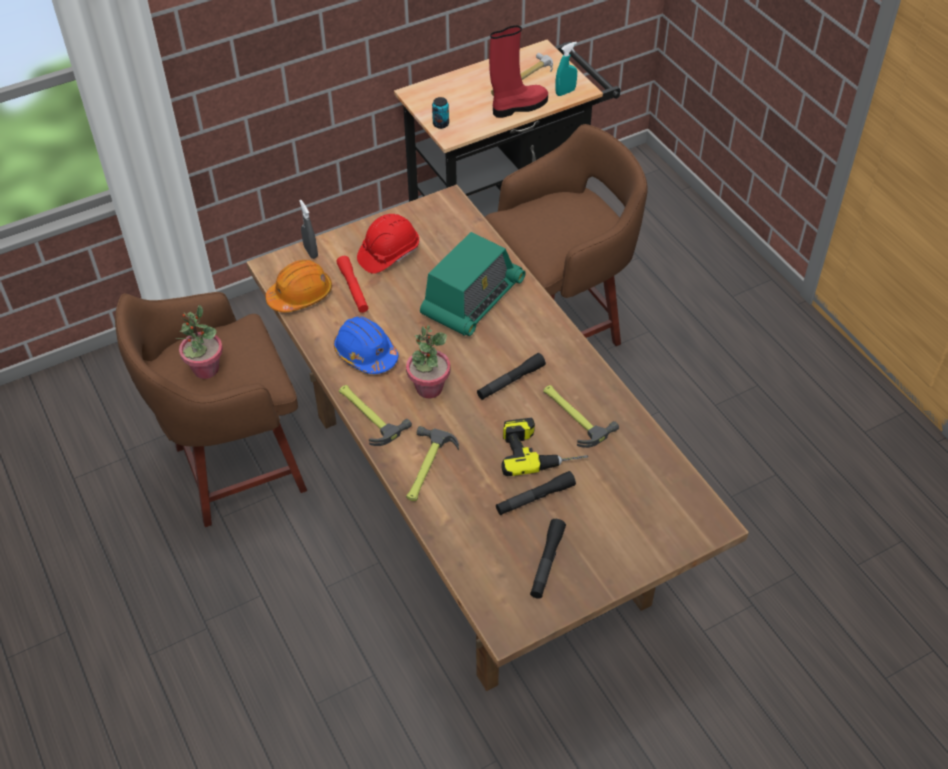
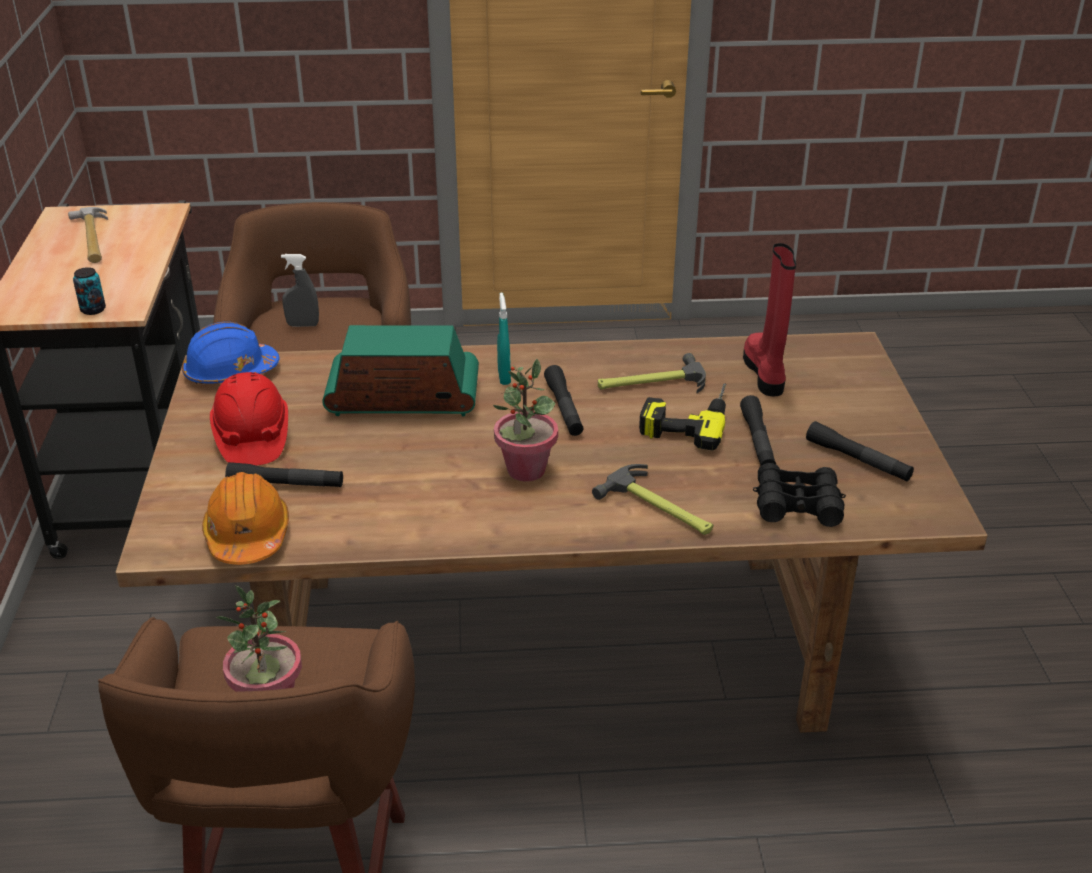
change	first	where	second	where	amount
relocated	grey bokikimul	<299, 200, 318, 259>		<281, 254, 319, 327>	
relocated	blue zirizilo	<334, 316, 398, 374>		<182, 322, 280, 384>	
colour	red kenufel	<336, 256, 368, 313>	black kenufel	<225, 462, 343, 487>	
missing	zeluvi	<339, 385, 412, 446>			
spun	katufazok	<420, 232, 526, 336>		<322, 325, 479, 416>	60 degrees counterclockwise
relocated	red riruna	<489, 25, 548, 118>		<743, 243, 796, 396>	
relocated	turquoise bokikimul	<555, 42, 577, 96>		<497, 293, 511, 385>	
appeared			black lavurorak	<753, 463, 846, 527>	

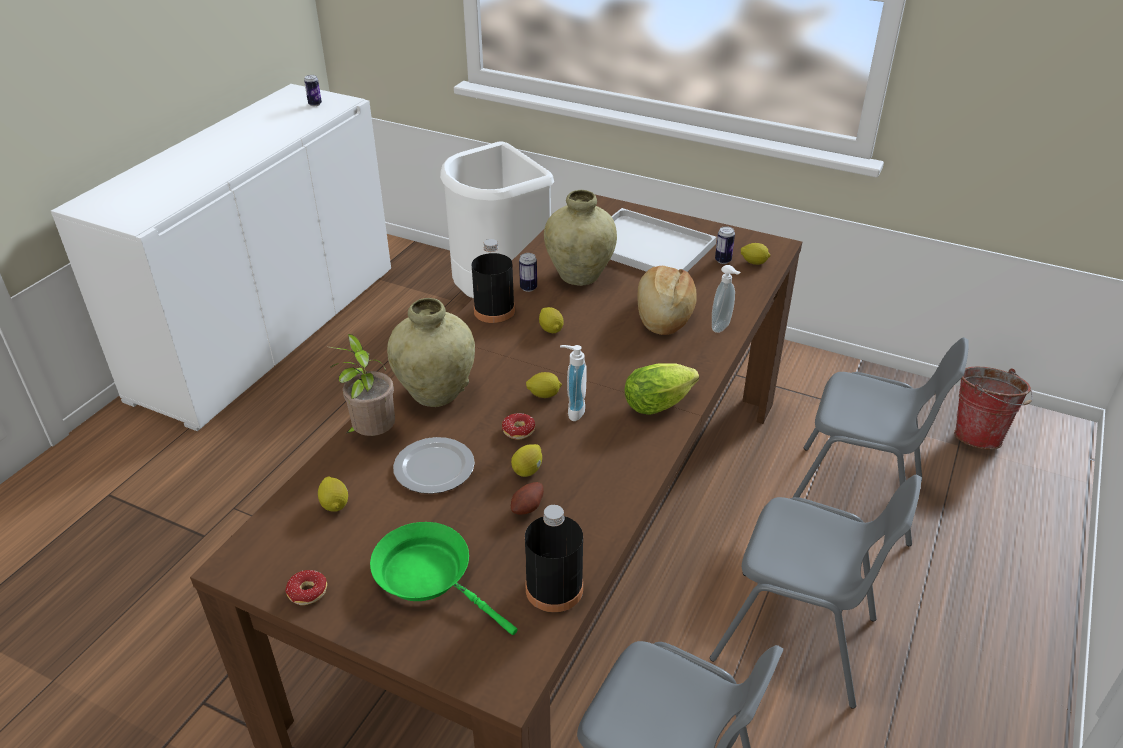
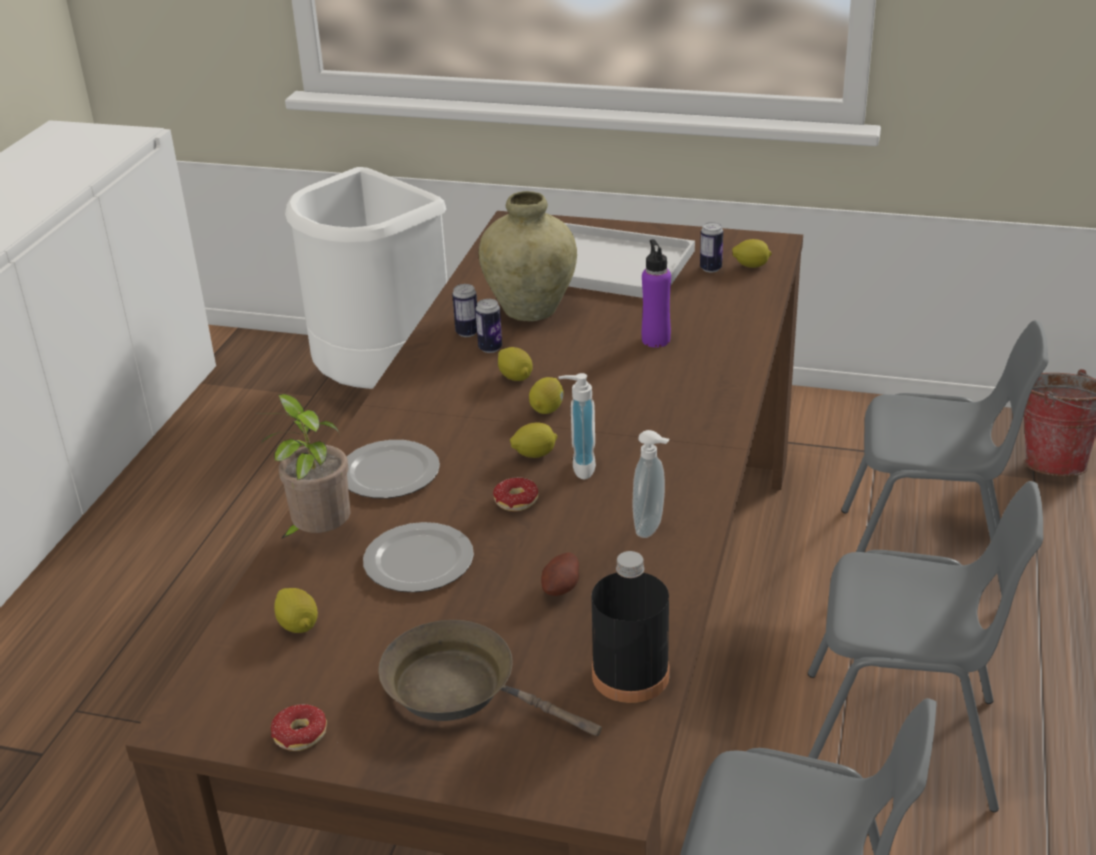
change	first	where	second	where	amount
relocated	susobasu	<304, 75, 322, 106>		<476, 299, 502, 353>	
colour	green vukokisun	<370, 522, 518, 635>	brown vukokisun	<378, 620, 602, 736>	
exchanged	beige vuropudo	<387, 298, 475, 407>	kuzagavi	<347, 440, 440, 498>	
missing	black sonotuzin	<472, 239, 515, 323>			
relocated	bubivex	<511, 444, 542, 477>		<529, 377, 564, 414>	
missing	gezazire	<625, 363, 699, 415>			
exchanged	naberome	<638, 266, 697, 335>	purple sonotuzin	<642, 239, 671, 348>	
relocated	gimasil	<712, 265, 740, 333>		<633, 430, 670, 538>	

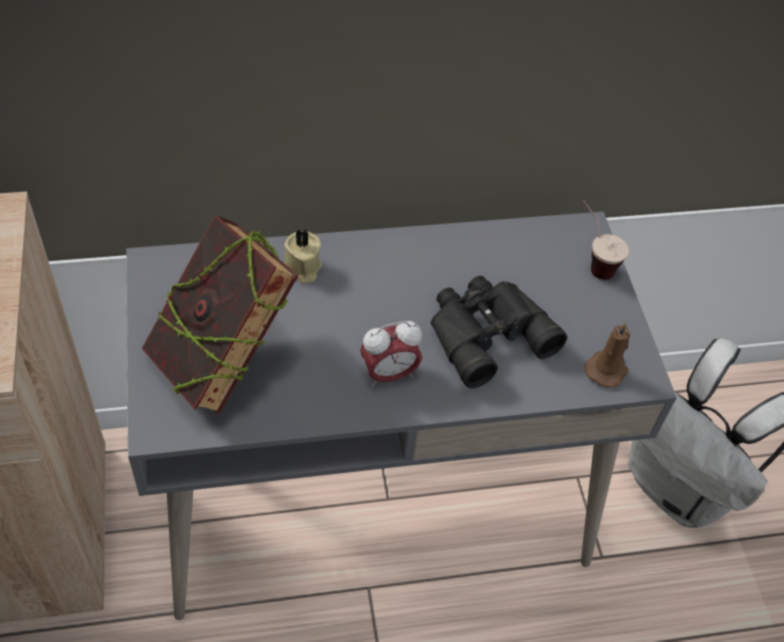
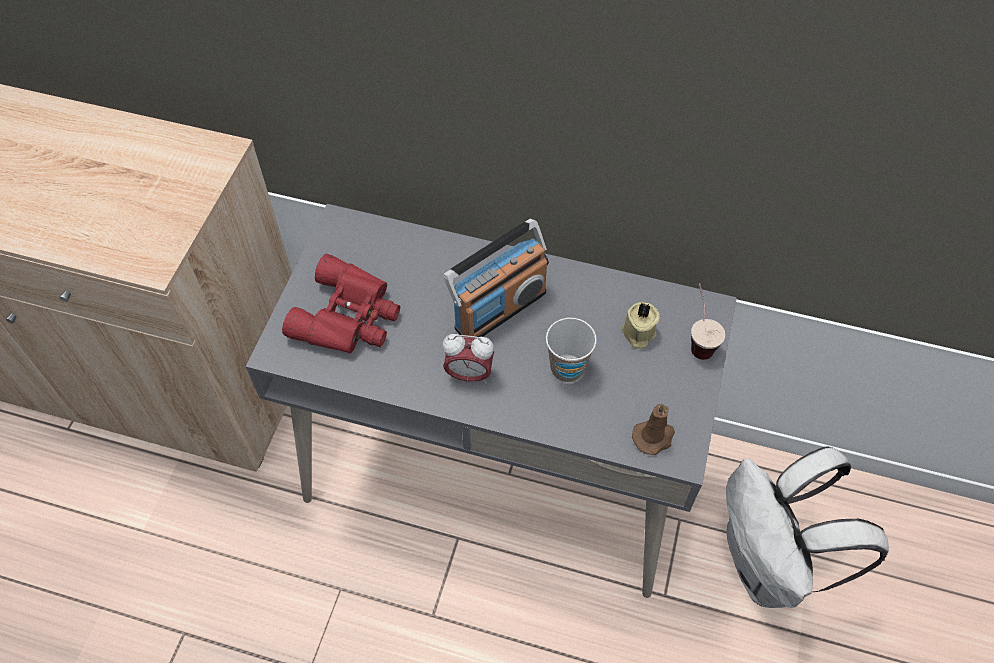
change	first	where	second	where	amount
exchanged	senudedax	<142, 215, 299, 414>	red lavurorak	<282, 254, 400, 353>	
relocated	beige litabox	<284, 229, 322, 284>		<621, 302, 660, 349>	
exchanged	black lavurorak	<431, 276, 567, 388>	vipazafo	<546, 318, 597, 382>	
appeared			katufazok	<444, 219, 549, 337>	

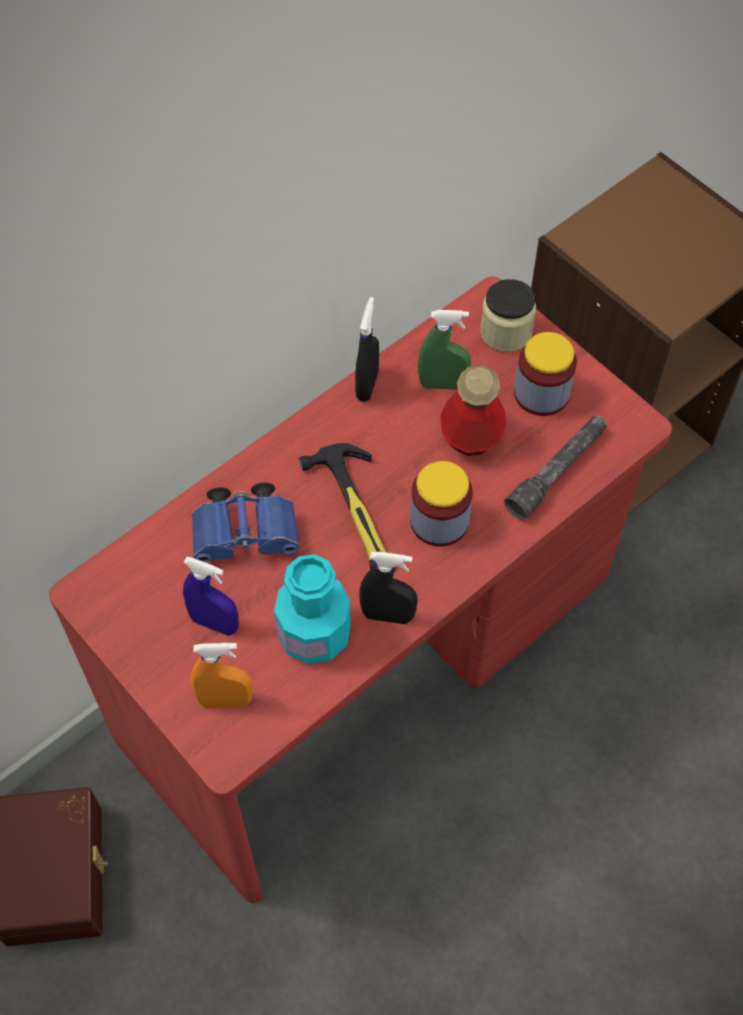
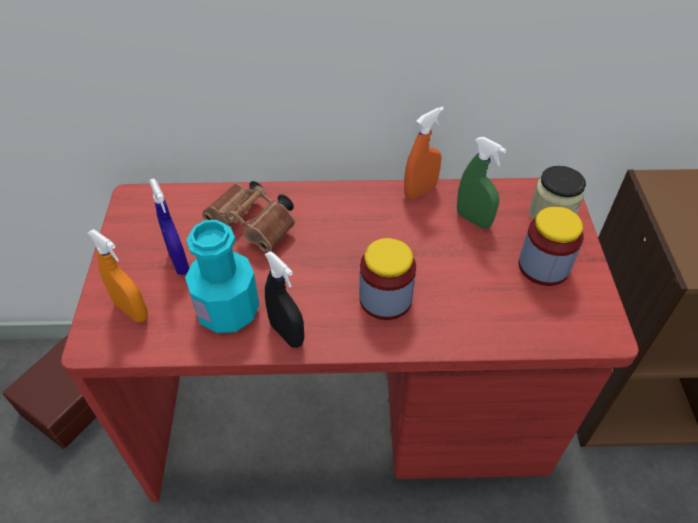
change	first	where	second	where	amount
colour	blue lavurorak	<192, 482, 300, 563>	brown lavurorak	<202, 181, 295, 252>	
missing	zeluvi	<299, 443, 387, 569>			
colour	black bokikimul	<355, 297, 379, 402>	orange bokikimul	<404, 107, 444, 199>	
missing	sonotuzin	<440, 365, 506, 456>			
missing	grey kenufel	<504, 415, 607, 520>			

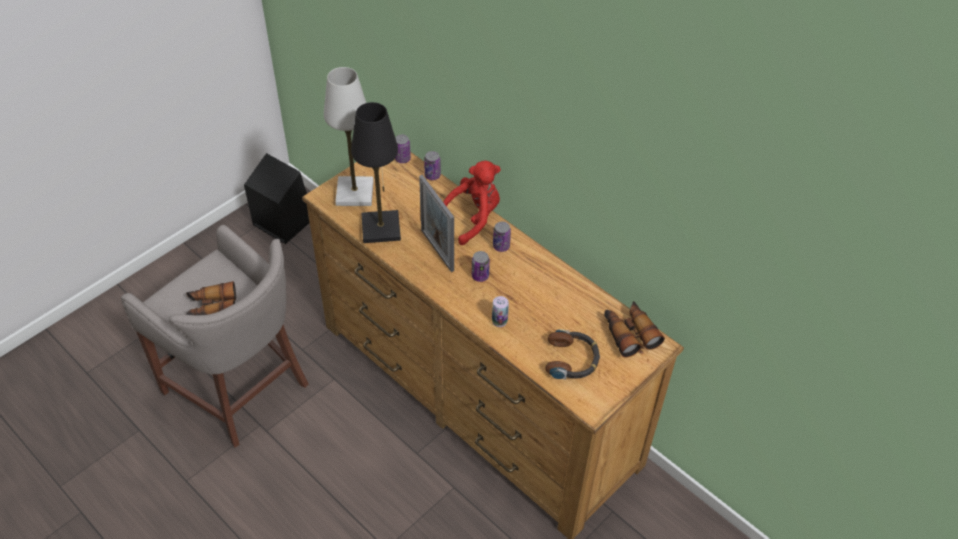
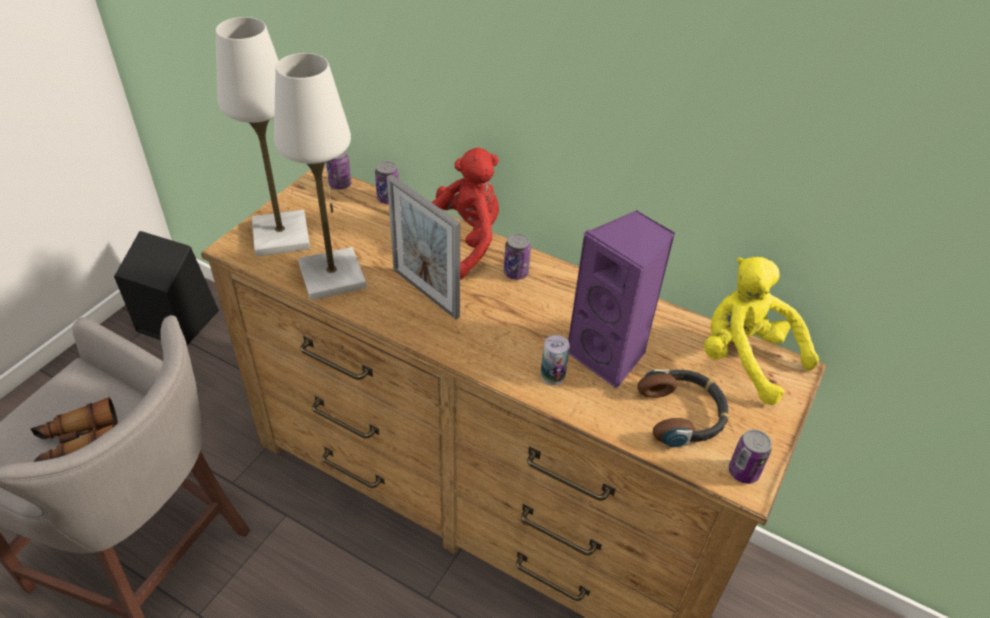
change	first	where	second	where	amount
colour	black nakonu	<351, 102, 401, 243>	white nakonu	<274, 53, 367, 301>	
relocated	susobasu	<472, 251, 490, 282>		<729, 429, 772, 484>	
exchanged	lavurorak	<604, 301, 665, 357>	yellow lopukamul	<704, 257, 819, 405>	
appeared			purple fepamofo	<568, 210, 675, 389>	

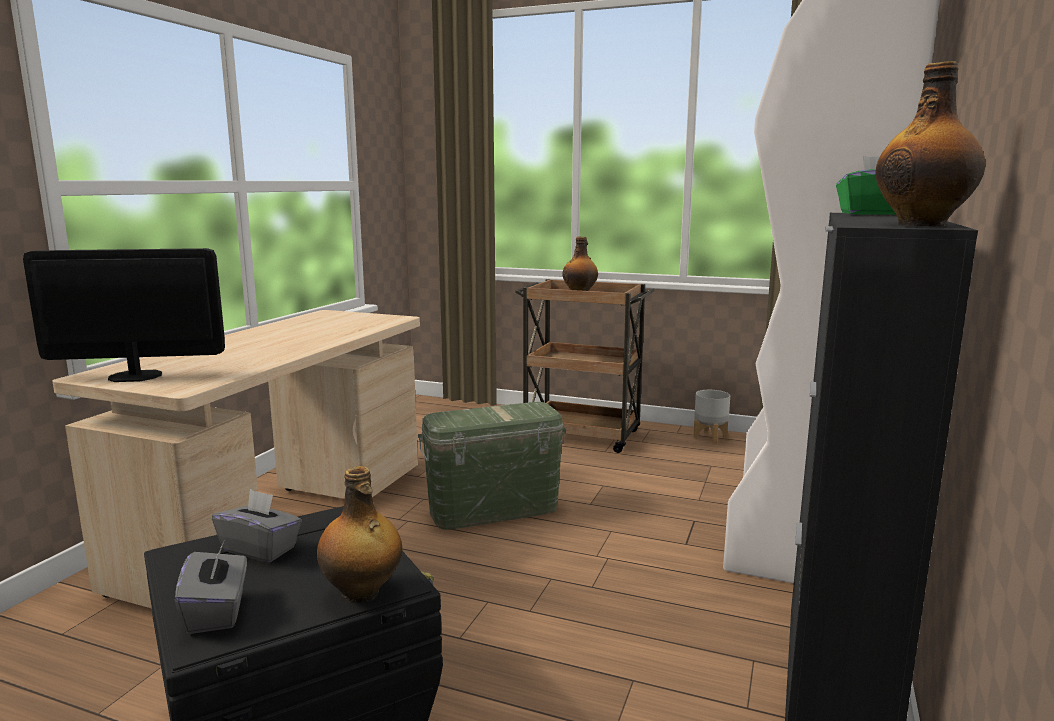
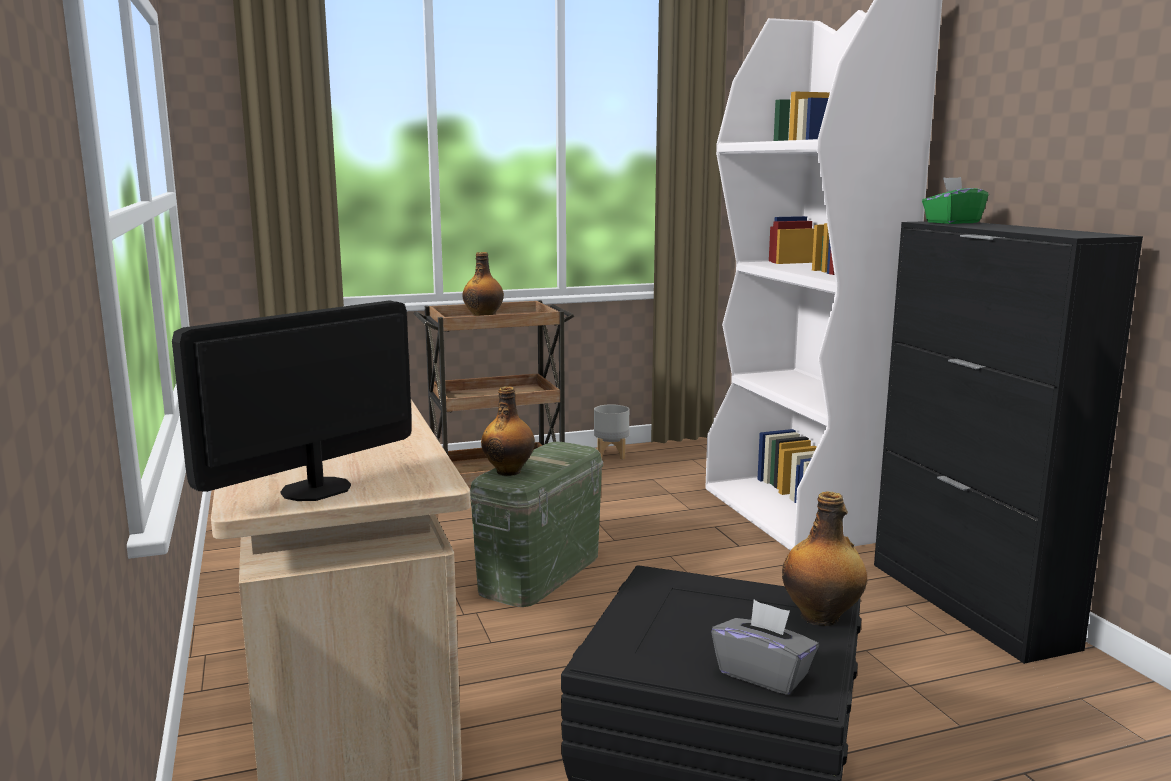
change	first	where	second	where	amount
missing	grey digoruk	<212, 489, 302, 562>			
relocated	sonotuzin	<875, 61, 985, 226>		<481, 386, 535, 476>	

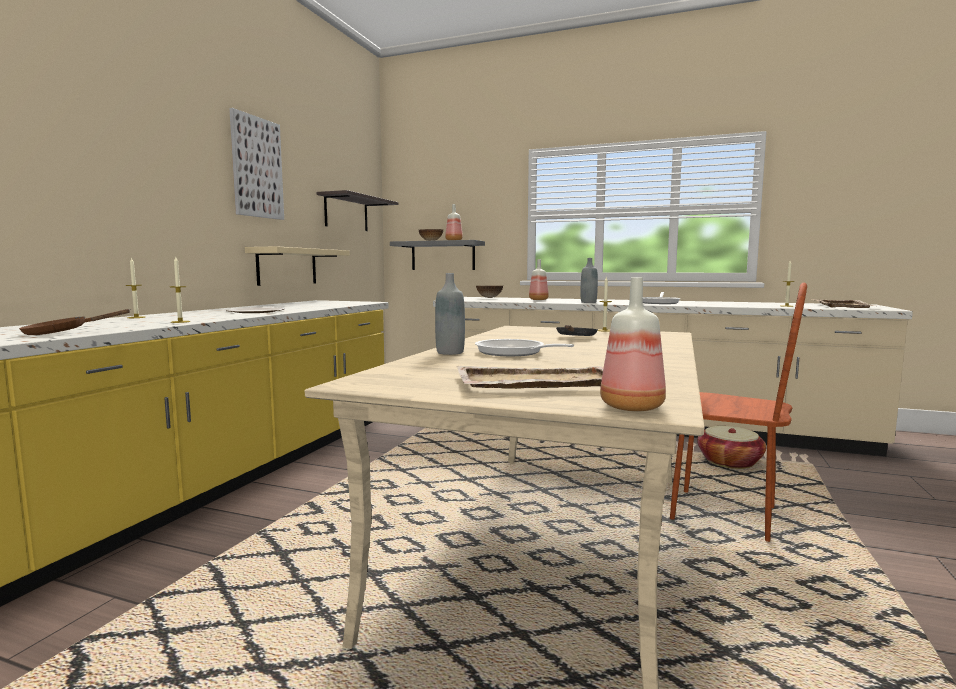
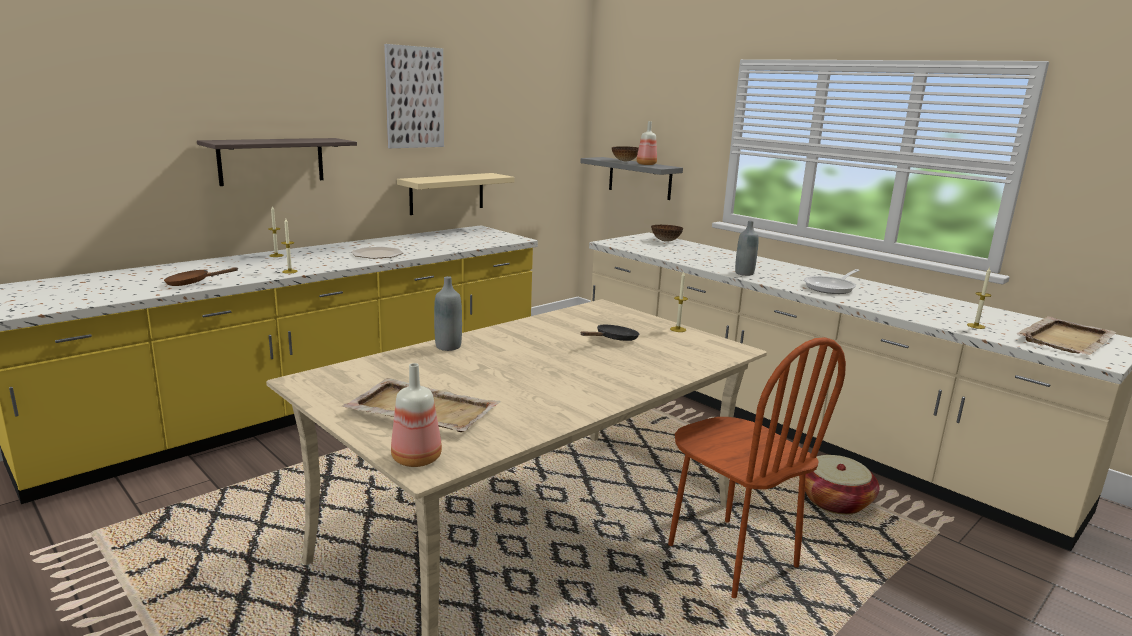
change	first	where	second	where	amount
relocated	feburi	<316, 190, 399, 231>		<197, 138, 357, 186>	
missing	vukokisun	<475, 339, 574, 356>			
missing	sonotuzin	<529, 259, 549, 300>			

